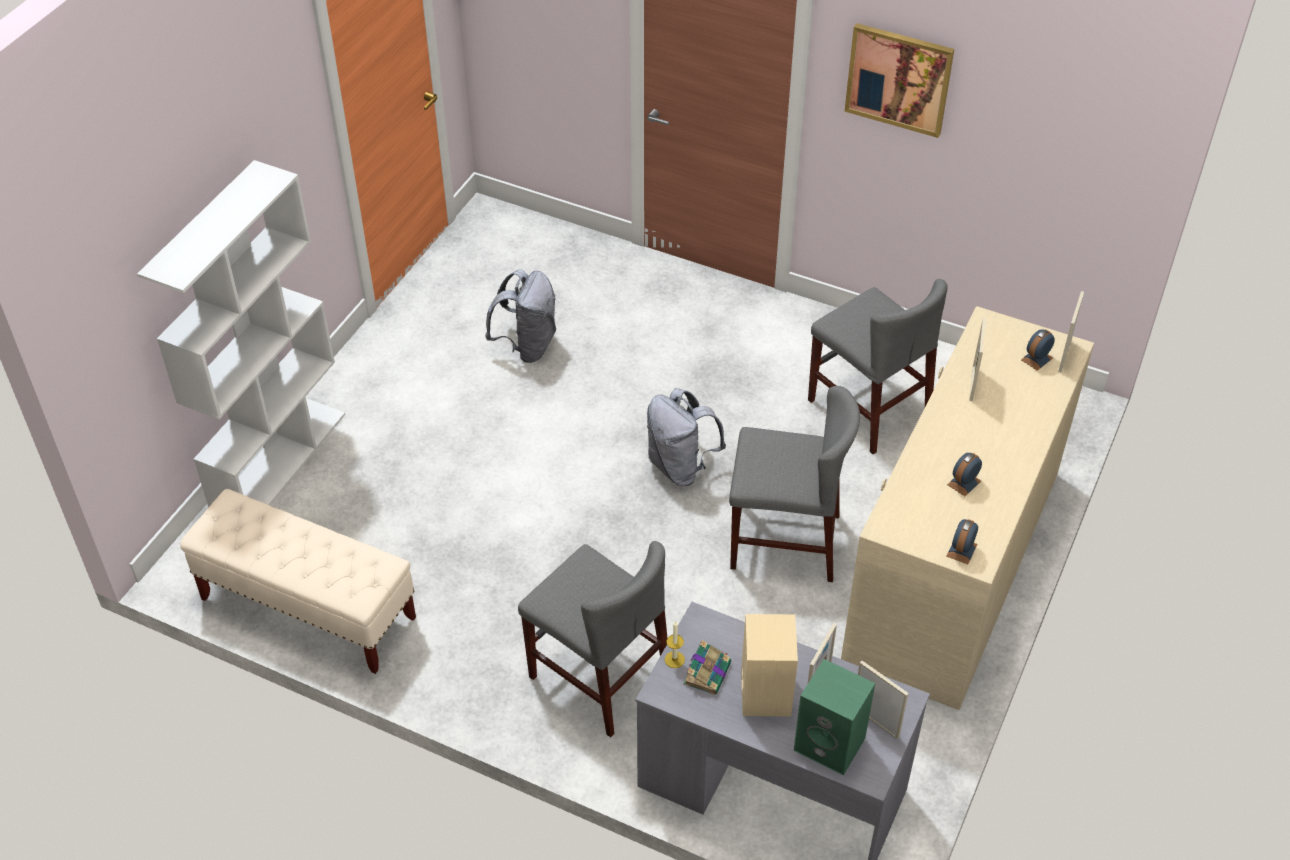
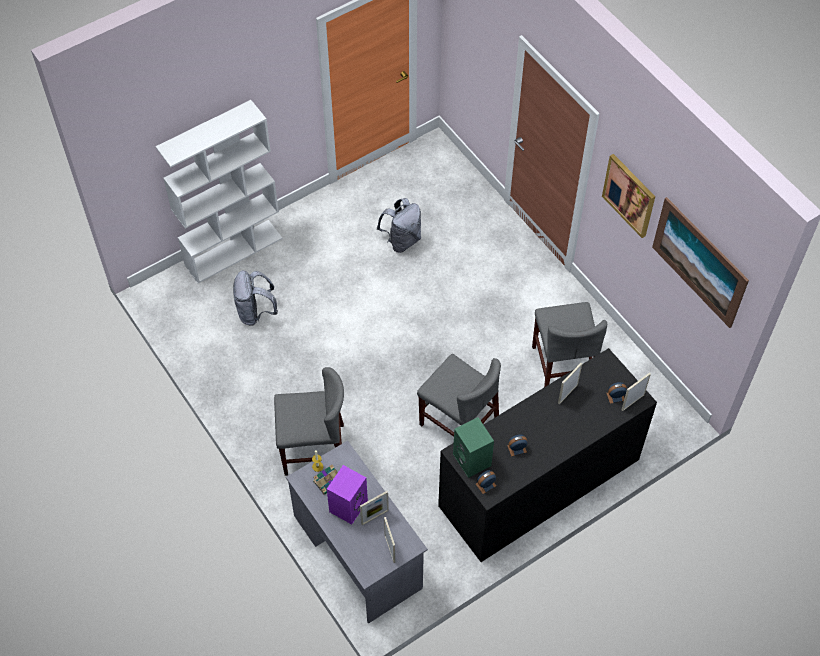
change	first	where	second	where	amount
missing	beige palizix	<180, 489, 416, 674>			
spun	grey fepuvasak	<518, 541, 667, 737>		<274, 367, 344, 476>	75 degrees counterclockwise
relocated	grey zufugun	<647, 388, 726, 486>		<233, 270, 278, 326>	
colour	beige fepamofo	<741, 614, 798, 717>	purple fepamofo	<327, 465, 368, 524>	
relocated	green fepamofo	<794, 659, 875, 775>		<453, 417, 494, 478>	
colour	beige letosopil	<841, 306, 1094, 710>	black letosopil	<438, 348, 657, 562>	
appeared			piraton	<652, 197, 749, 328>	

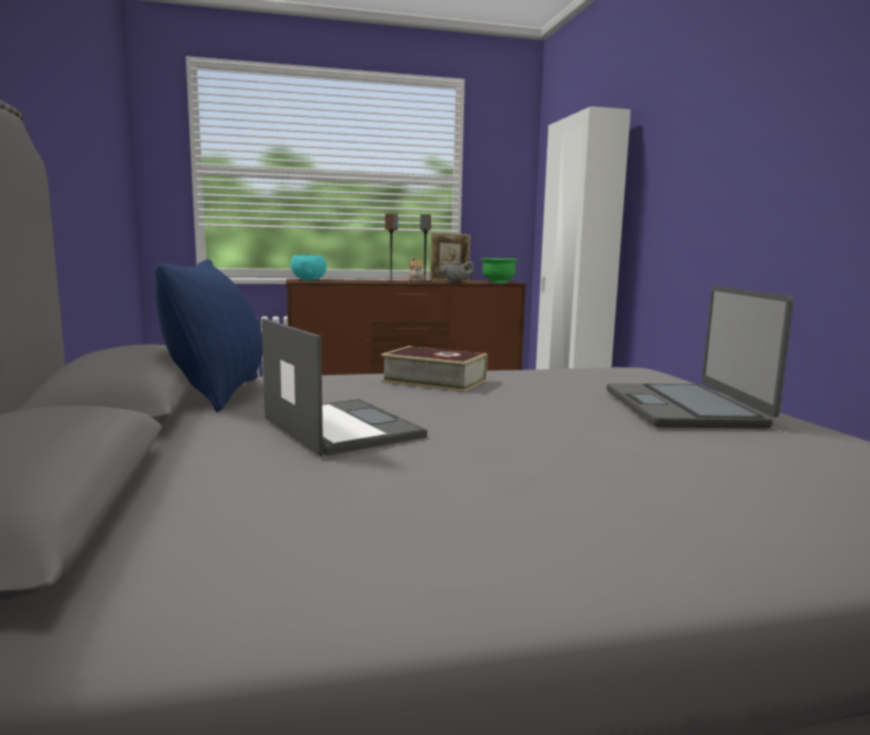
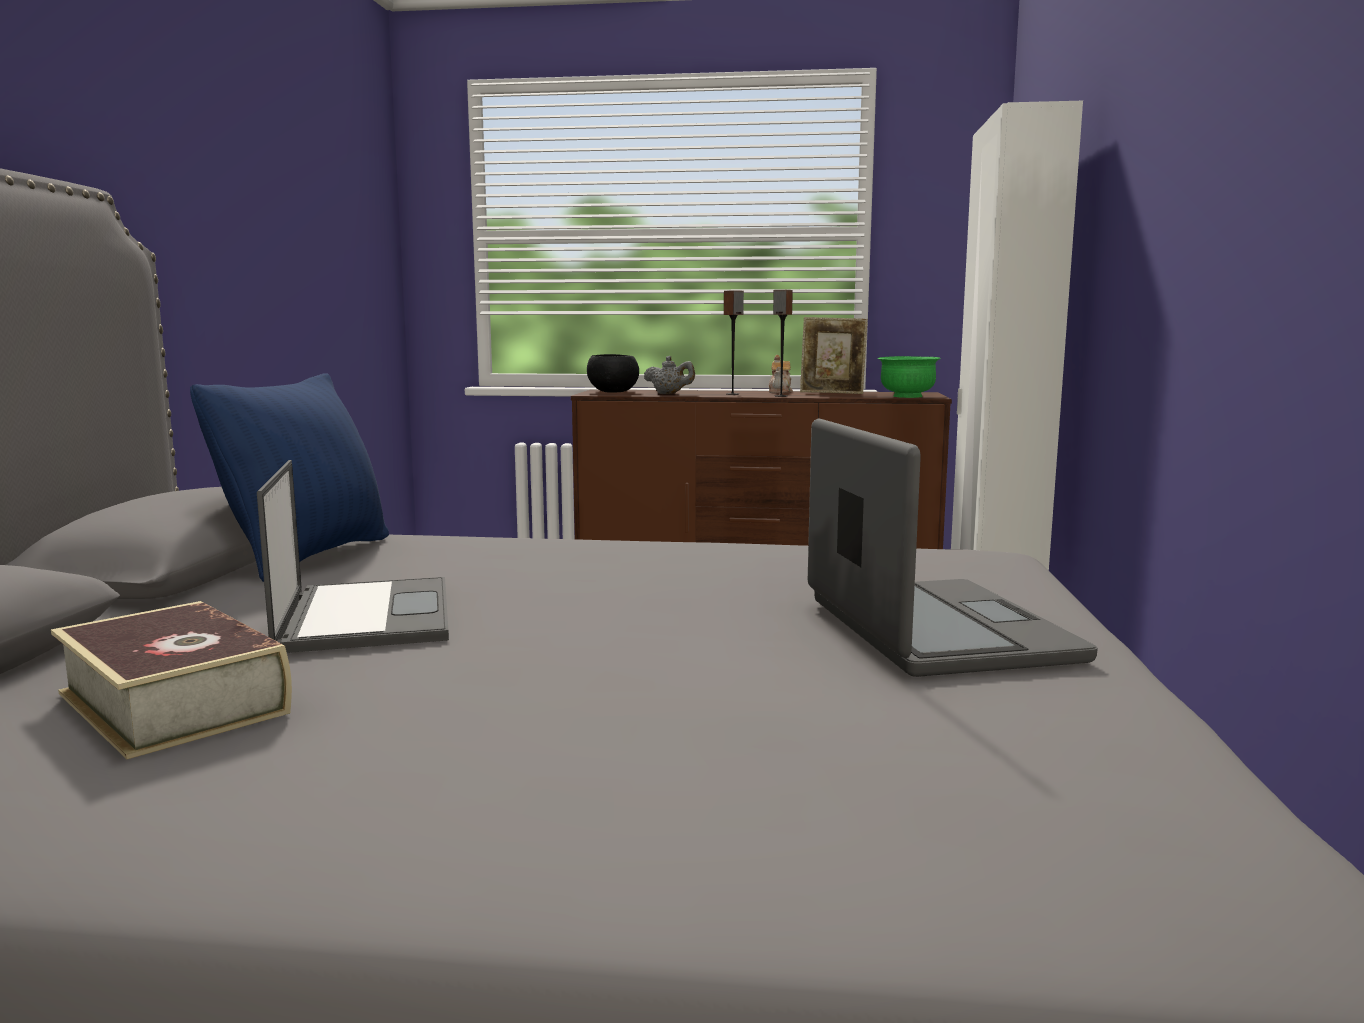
change	first	where	second	where	amount
colour	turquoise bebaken	<290, 255, 327, 281>	black bebaken	<587, 354, 639, 393>	
relocated	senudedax	<381, 346, 487, 392>		<51, 601, 292, 759>	
relocated	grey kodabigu	<440, 258, 474, 283>		<644, 356, 695, 394>	
spun	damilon	<607, 286, 794, 429>		<808, 418, 1098, 677>	150 degrees clockwise

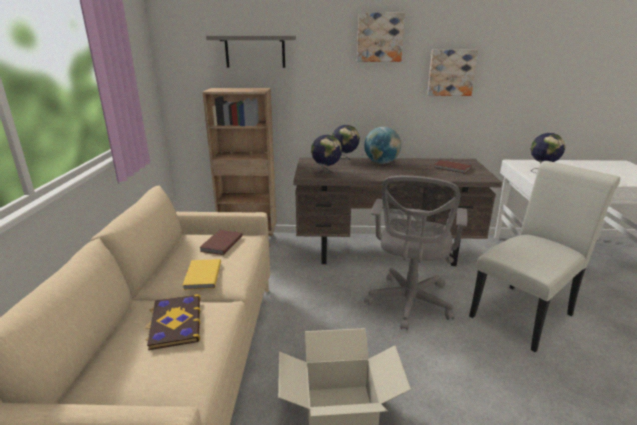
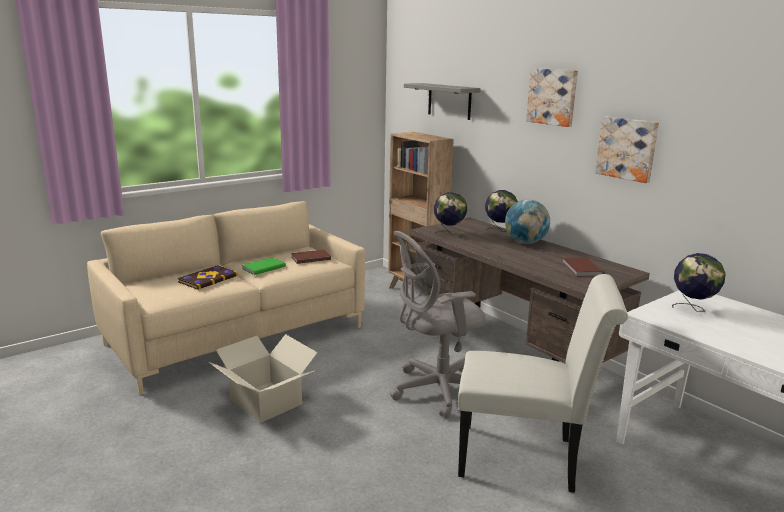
change	first	where	second	where	amount
colour	yellow senudedax	<183, 259, 221, 290>	green senudedax	<242, 257, 286, 275>	

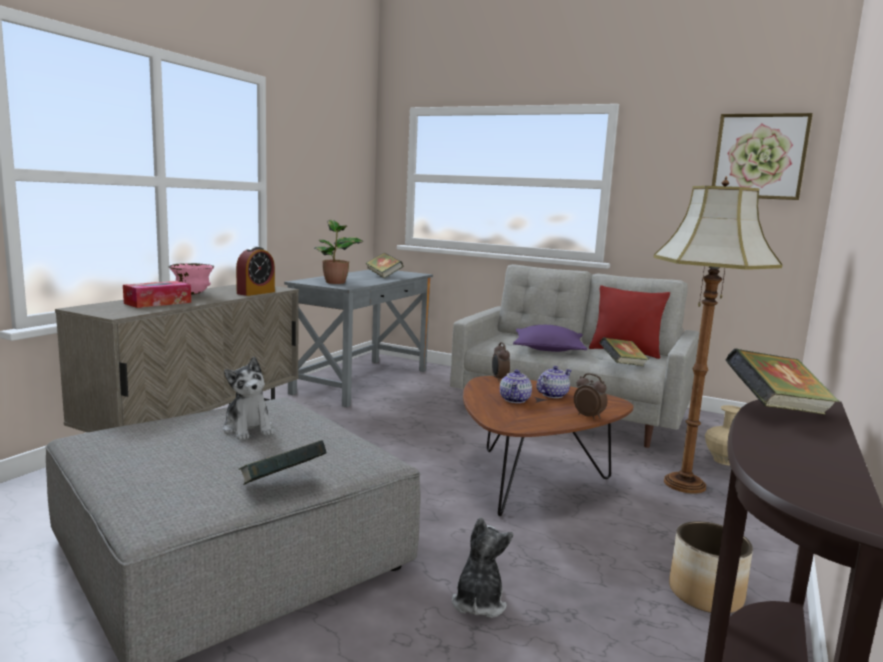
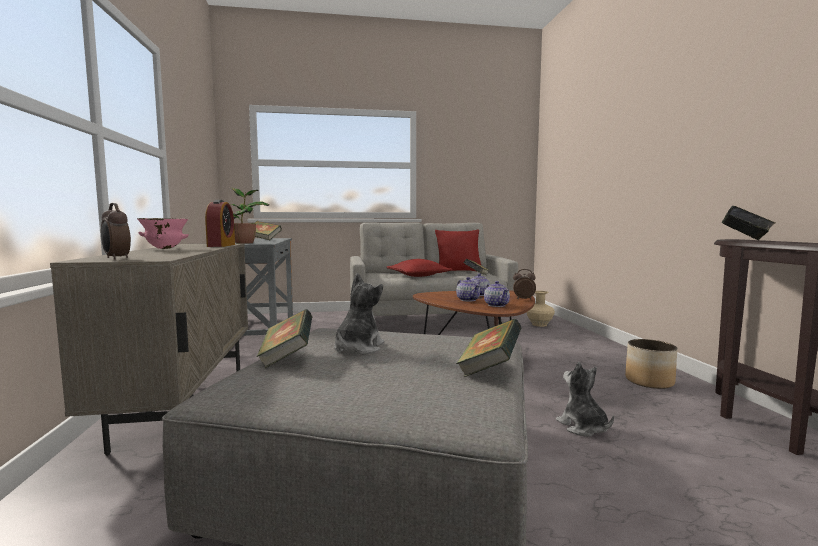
change	first	where	second	where	amount
missing	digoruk	<123, 281, 191, 308>			
spun	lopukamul	<223, 357, 274, 440>		<334, 273, 384, 355>	90 degrees counterclockwise
relocated	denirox	<492, 342, 510, 382>		<101, 203, 131, 260>	
colour	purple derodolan	<513, 325, 587, 352>	red derodolan	<387, 259, 452, 277>	
missing	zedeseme	<653, 176, 783, 494>			
missing	piraton	<712, 113, 813, 200>			
appeared			senudedax	<256, 309, 312, 368>	
appeared			kodabigu	<484, 281, 510, 307>	

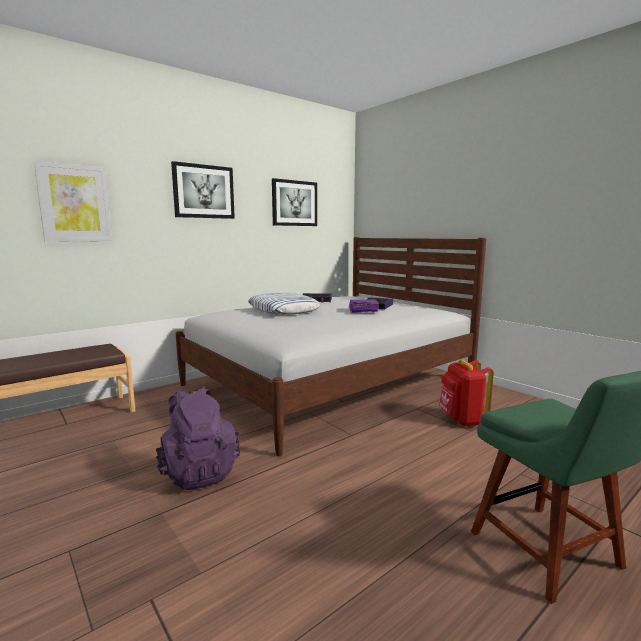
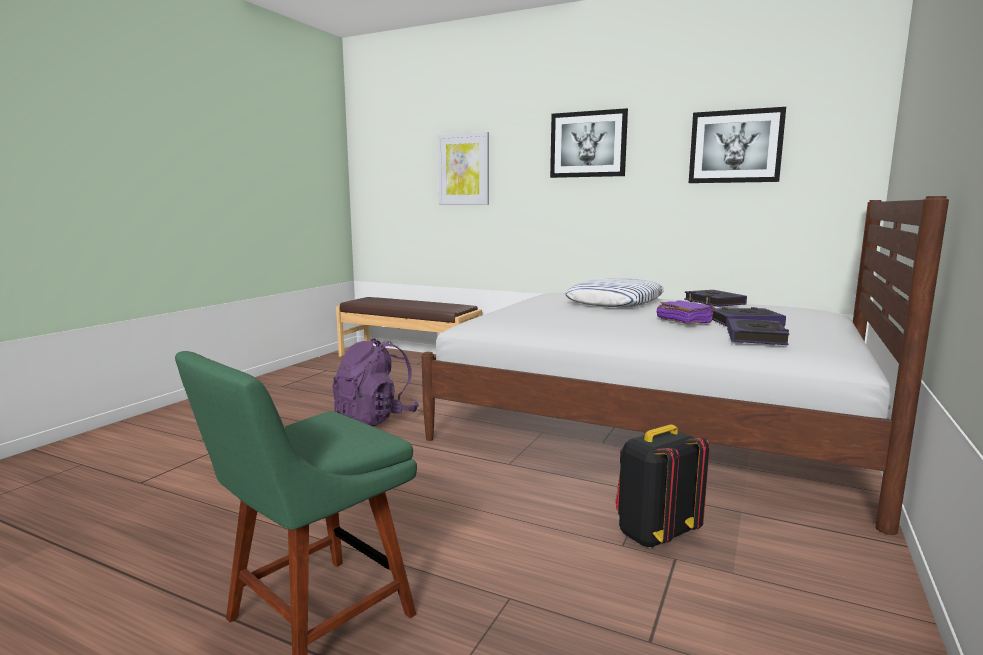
change	first	where	second	where	amount
colour	red zufugun	<439, 360, 494, 426>	black zufugun	<615, 425, 710, 548>	
appeared			senudedax	<727, 318, 789, 345>	

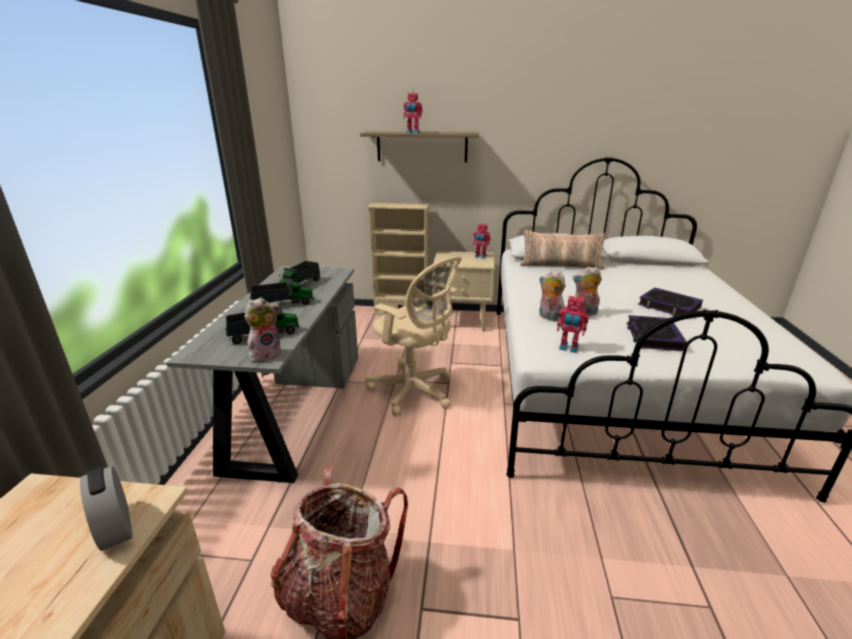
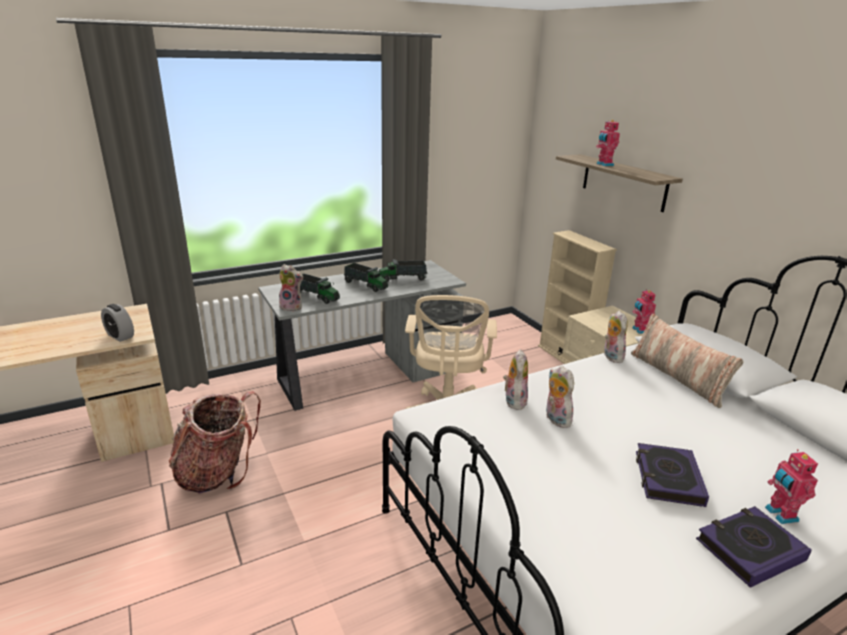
change	first	where	second	where	amount
spun	denirox	<80, 466, 133, 551>		<101, 304, 134, 342>	75 degrees counterclockwise
relocated	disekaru	<557, 296, 589, 353>		<765, 449, 818, 524>	
relocated	senudedax	<627, 315, 687, 351>		<696, 506, 812, 588>	
appeared			lopukamul	<604, 311, 628, 363>	

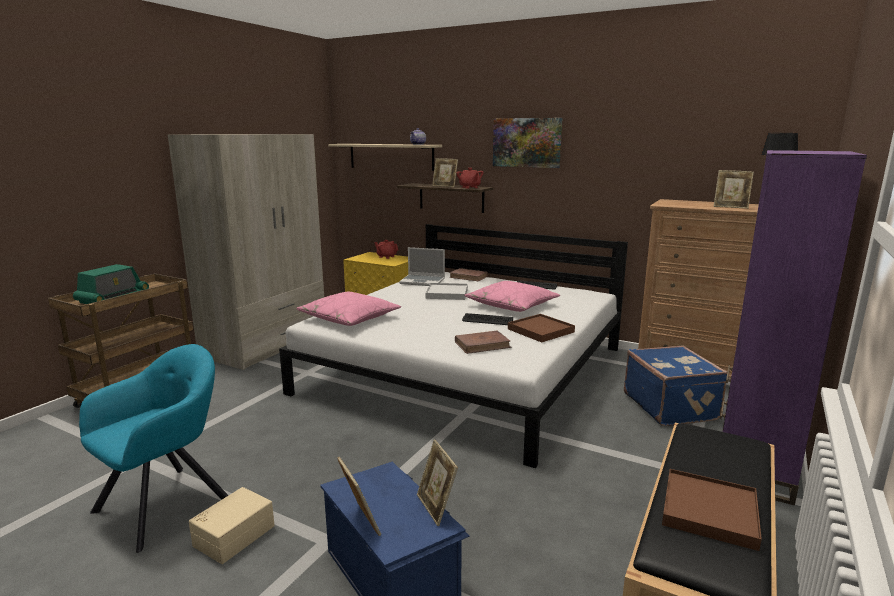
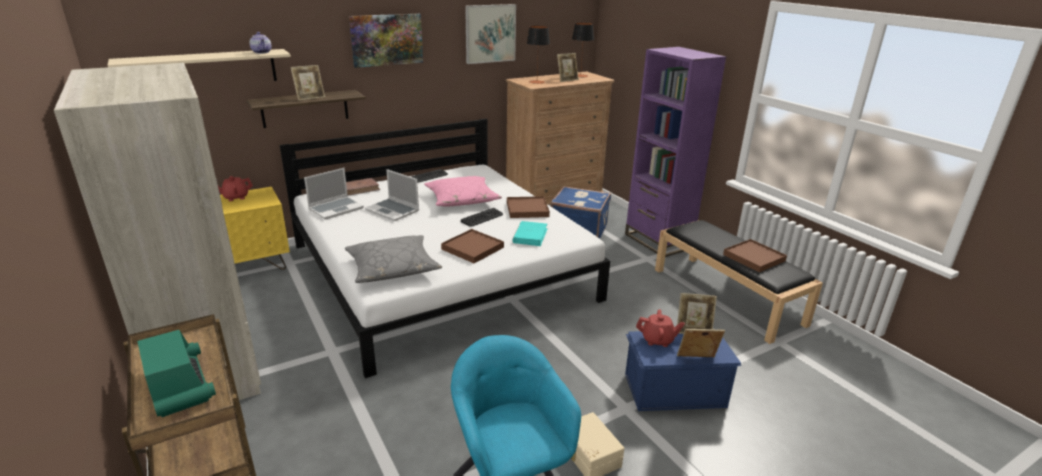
change	first	where	second	where	amount
colour	pink derodolan	<296, 292, 401, 326>	grey derodolan	<345, 235, 442, 283>	
exchanged	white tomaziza	<426, 283, 468, 300>	damilon	<365, 169, 419, 221>	
colour	brown senudedax	<455, 331, 511, 354>	turquoise senudedax	<512, 221, 548, 246>	
relocated	red kodabigu	<456, 168, 484, 189>		<636, 309, 685, 347>	
appeared			brown tomaziza	<441, 229, 504, 263>	
appeared			piraton	<465, 4, 516, 64>	
appeared			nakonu	<527, 26, 550, 84>	

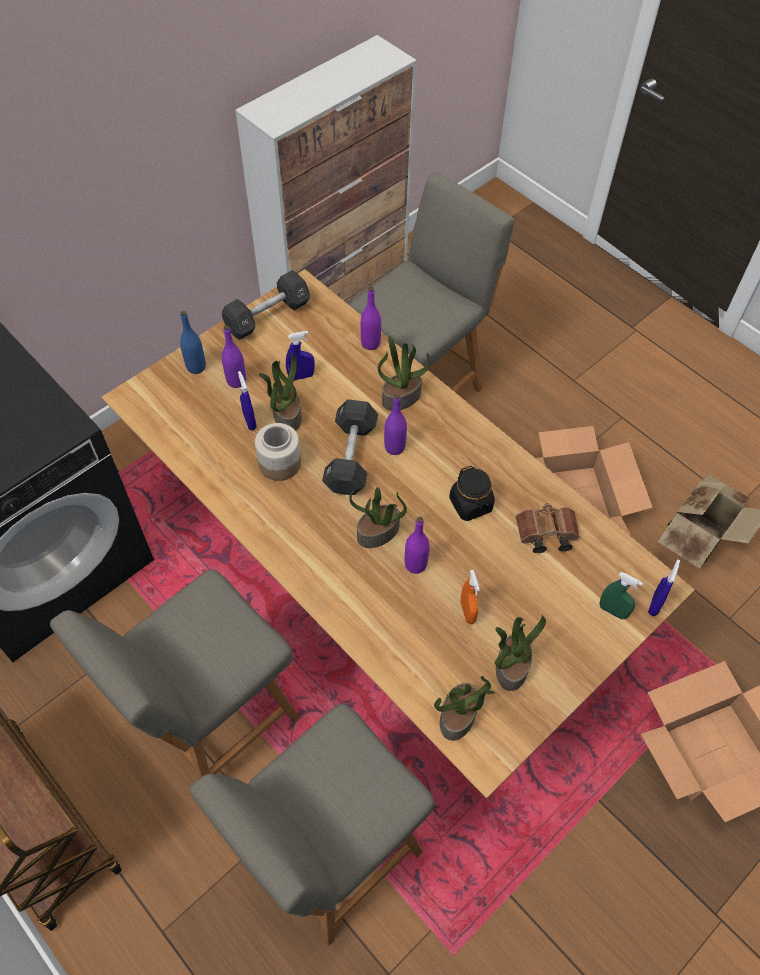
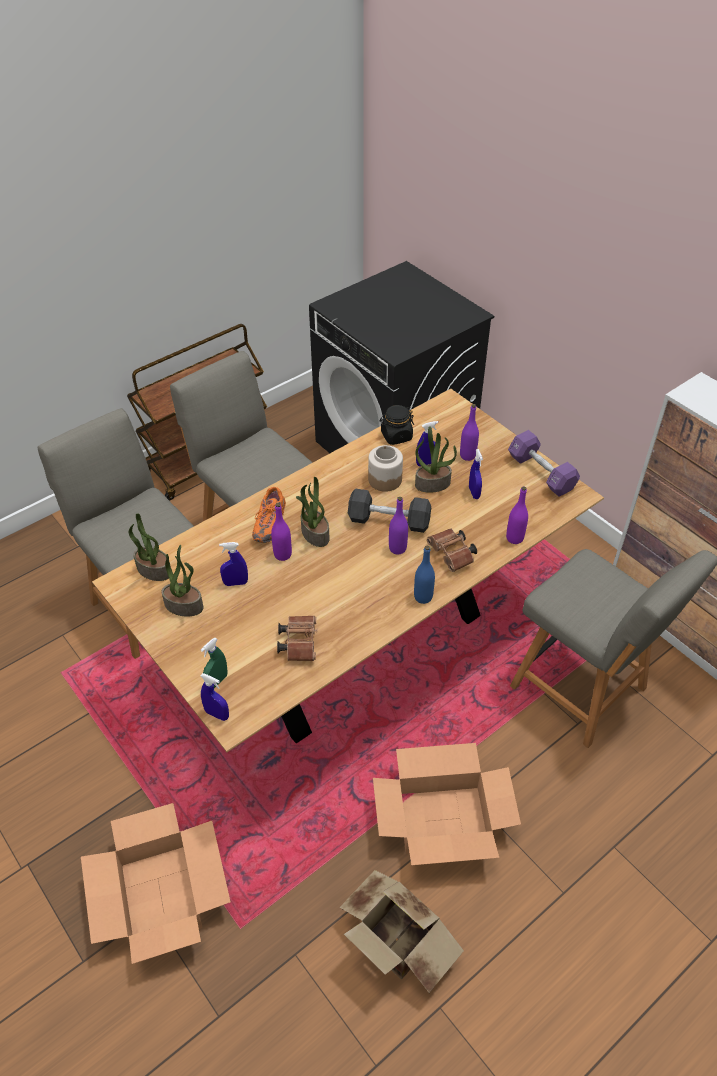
change	first	where	second	where	amount
relocated	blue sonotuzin	<180, 311, 206, 374>		<414, 546, 435, 604>	
colour	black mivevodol	<222, 270, 310, 340>	purple mivevodol	<508, 430, 580, 497>	
exchanged	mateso	<378, 335, 430, 411>	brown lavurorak	<427, 529, 477, 572>	
relocated	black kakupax	<449, 466, 495, 521>		<379, 405, 414, 445>	
colour	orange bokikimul	<461, 570, 480, 624>	blue bokikimul	<219, 542, 248, 586>	
appeared			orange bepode	<252, 487, 286, 543>	

